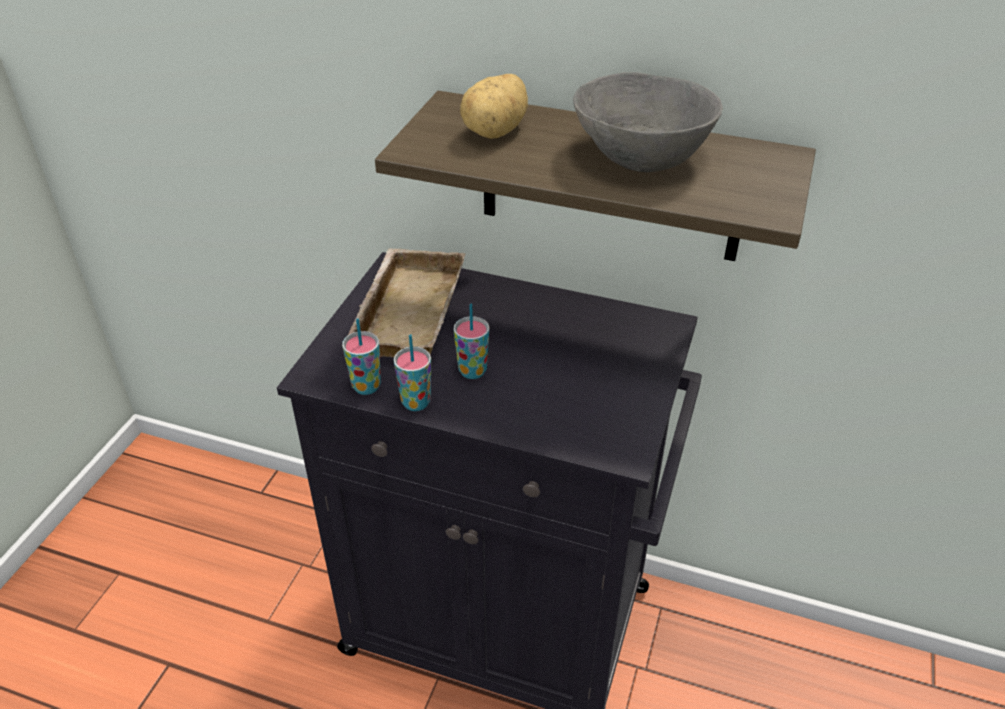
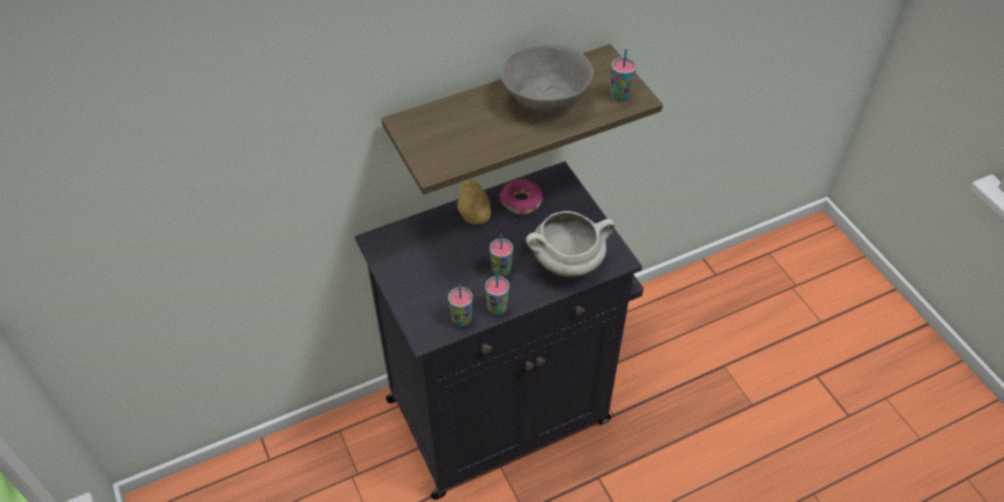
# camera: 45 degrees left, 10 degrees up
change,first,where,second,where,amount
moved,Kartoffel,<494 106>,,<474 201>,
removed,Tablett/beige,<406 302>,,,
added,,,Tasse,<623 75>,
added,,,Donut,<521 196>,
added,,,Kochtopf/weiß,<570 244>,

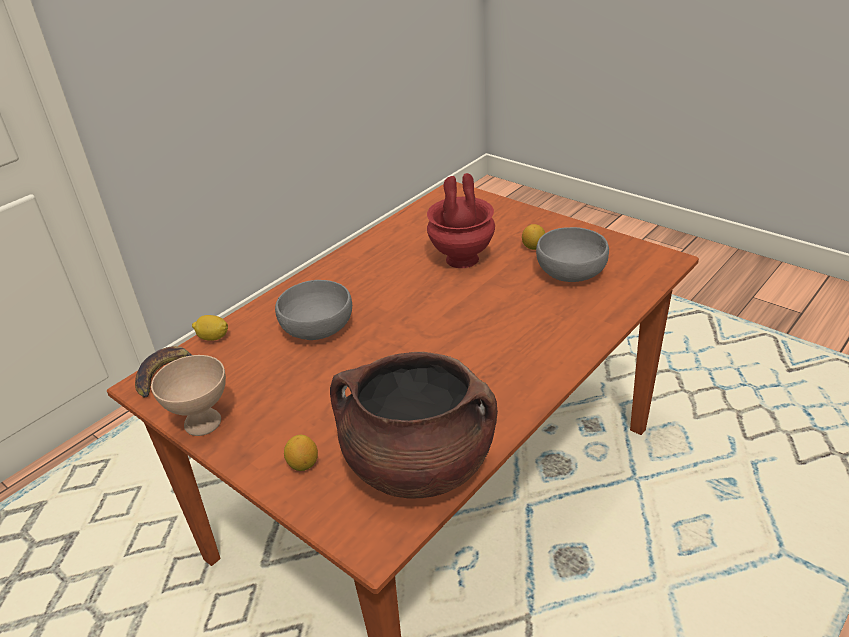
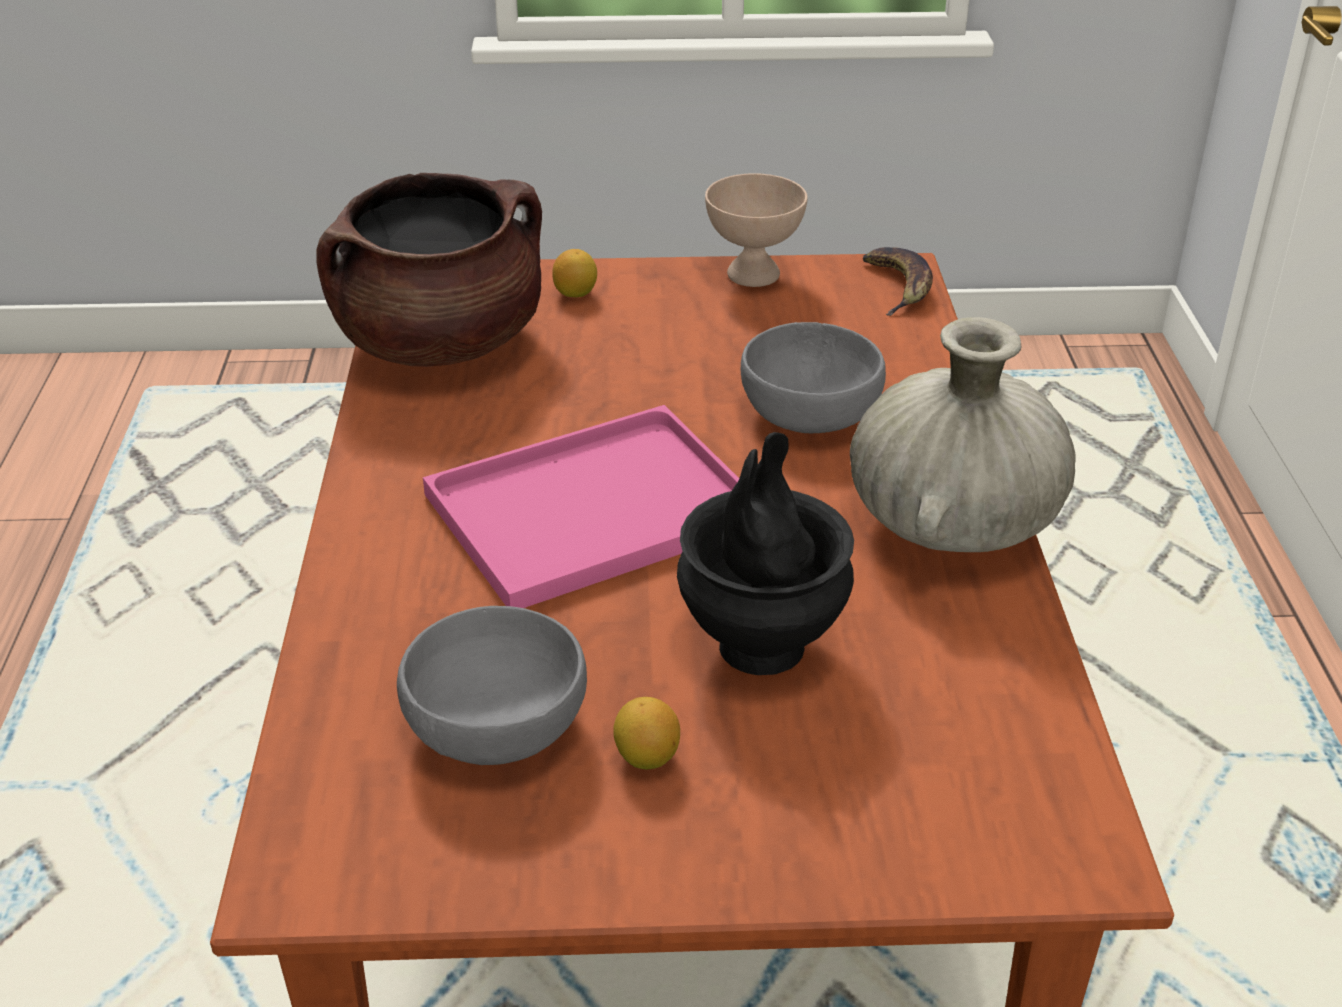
# camera: 135 degrees right, 0 degrees up
change,first,where,second,where,amount
recoloured,Vase/rot,<461 220>,Vase/schwarz,<765 553>,
removed,Zitrone,<210 328>,,,
added,,,Vase/beige,<963 434>,
added,,,Tablett/rosa,<581 506>,

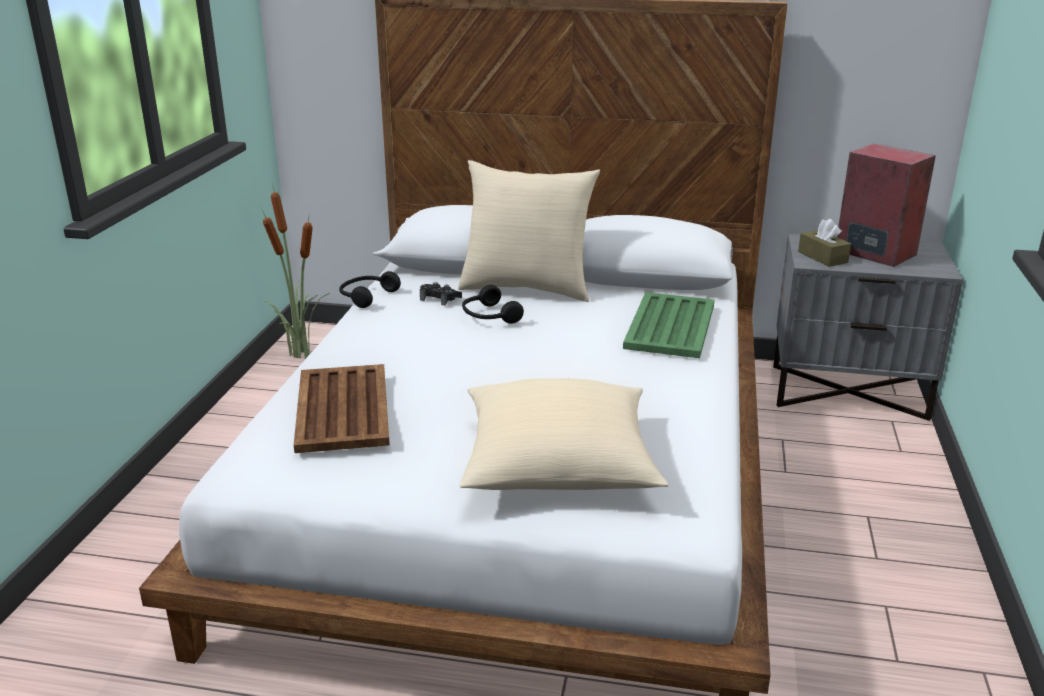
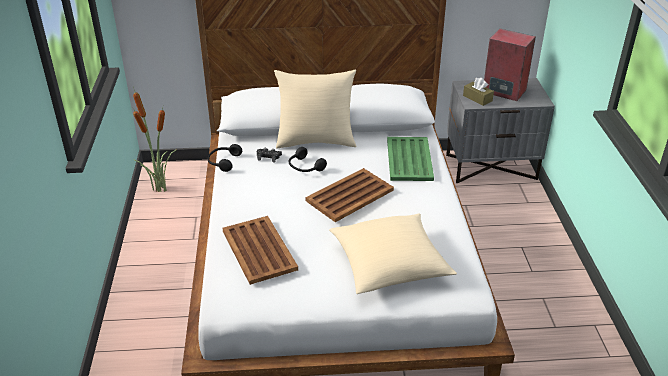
# camera: 15 degrees left, 10 degrees up
change,first,where,second,where,amount
added,,,Tablett/braun,<349 195>,

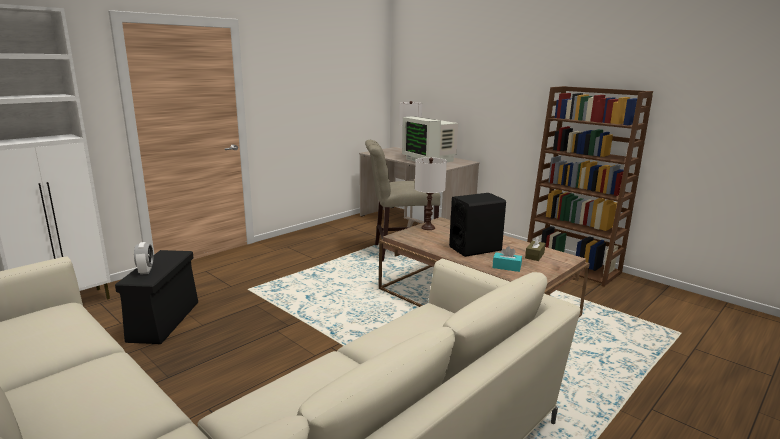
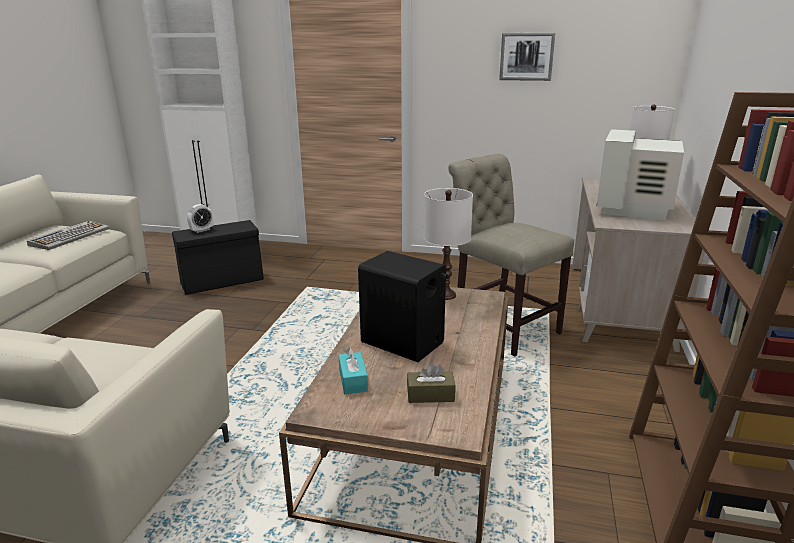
# camera: 60 degrees right, 5 degrees up
change,first,where,second,where,amount
added,,,Bild,<527 57>,
added,,,Tastatur,<68 235>,

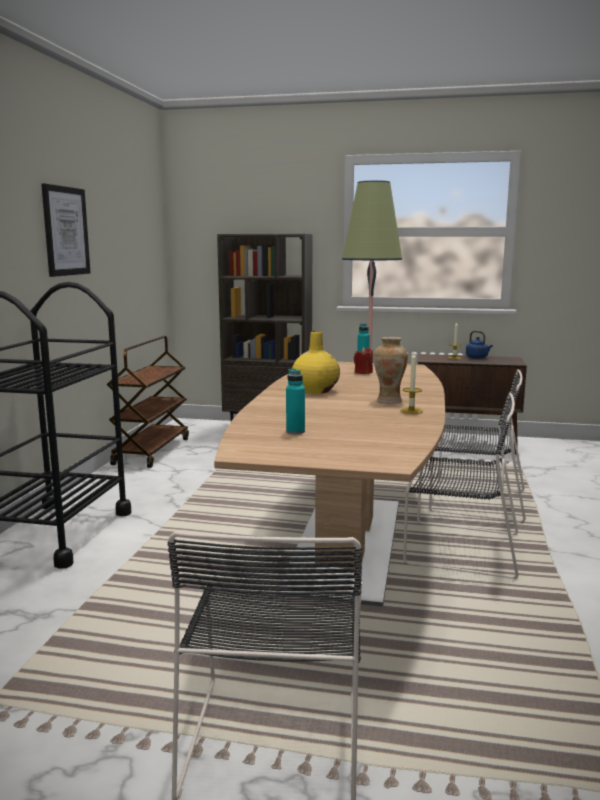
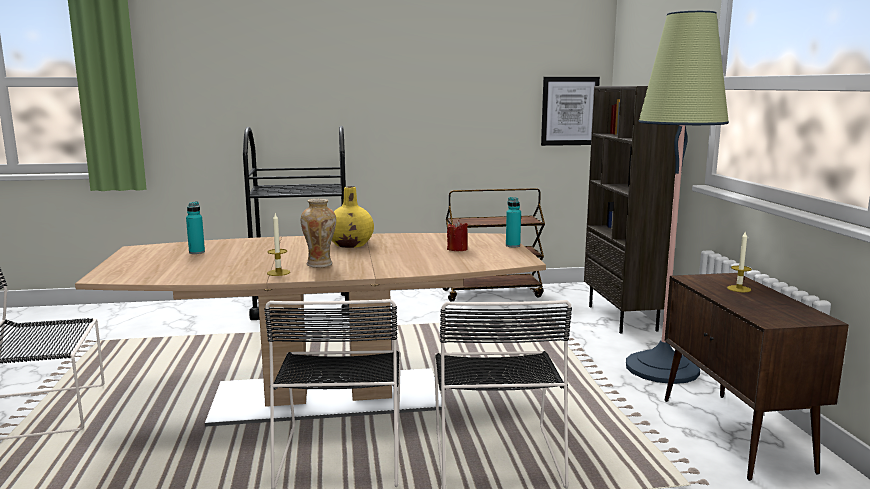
# camera: 70 degrees right, 0 degrees up
change,first,where,second,where,amount
moved,Bild,<66 230>,,<570 111>,
removed,Wasserkessel/blau,<479 345>,,,

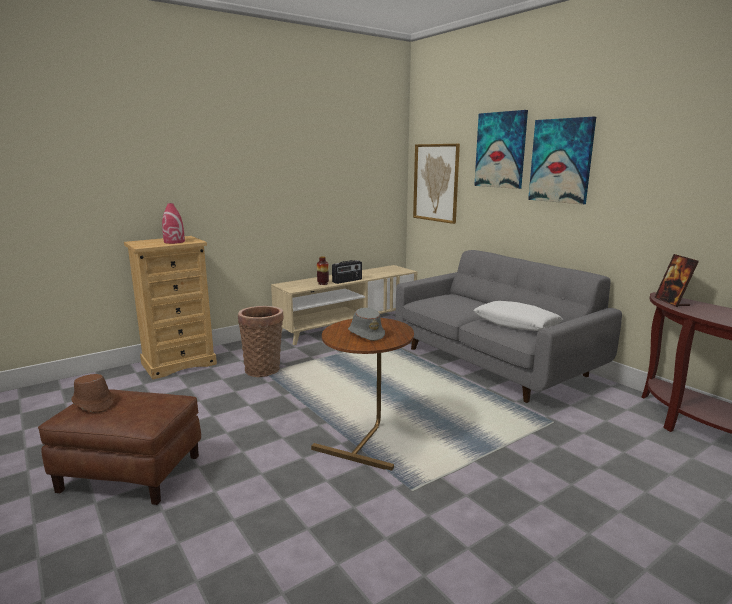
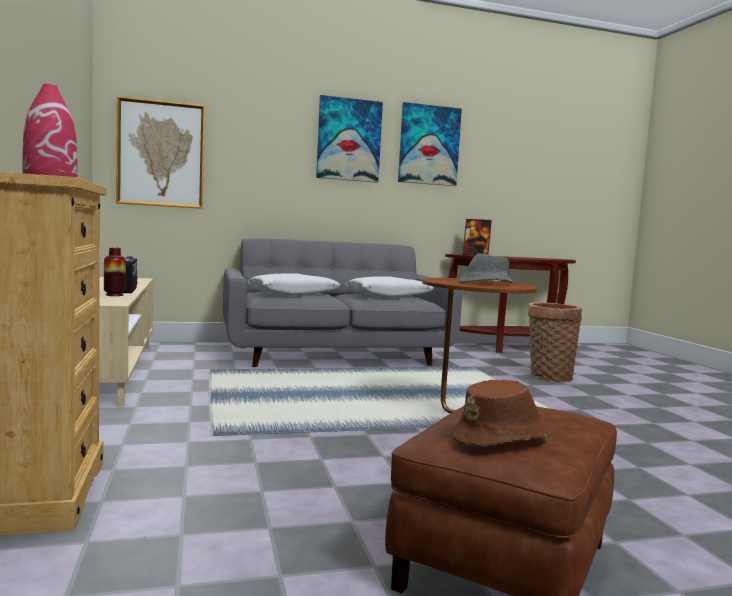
# camera: 70 degrees left, 10 degrees down
change,first,where,second,where,amount
moved,Bild,<501 149>,,<430 144>,
moved,Korb,<261 341>,,<555 342>,
added,,,Kissen/weiß,<294 284>,

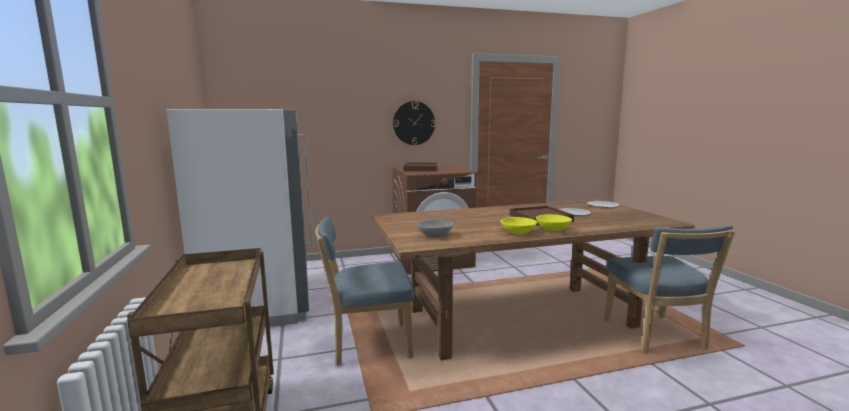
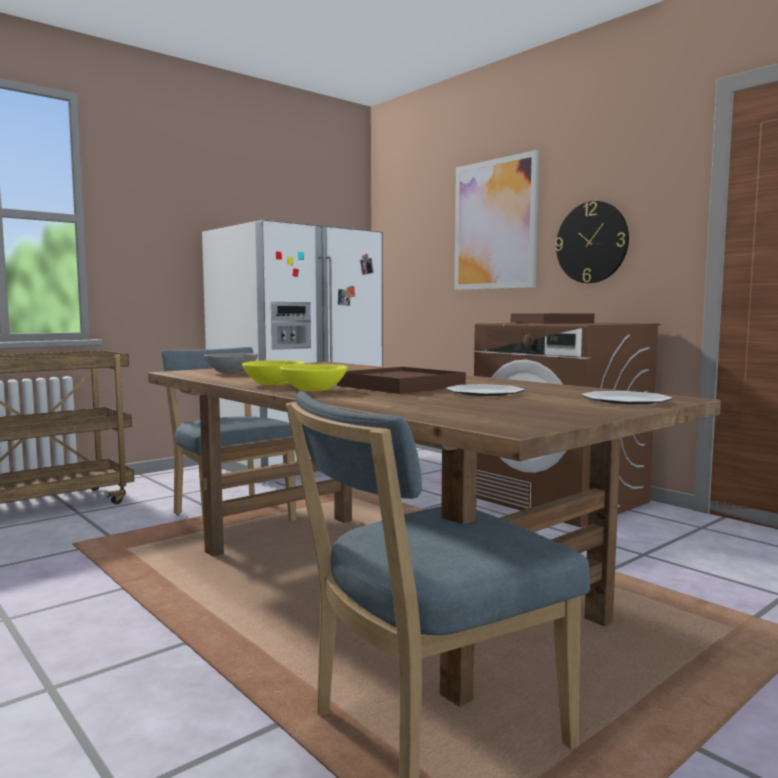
# camera: 65 degrees right, 5 degrees down
change,first,where,second,where,amount
added,,,Bild,<496 220>,

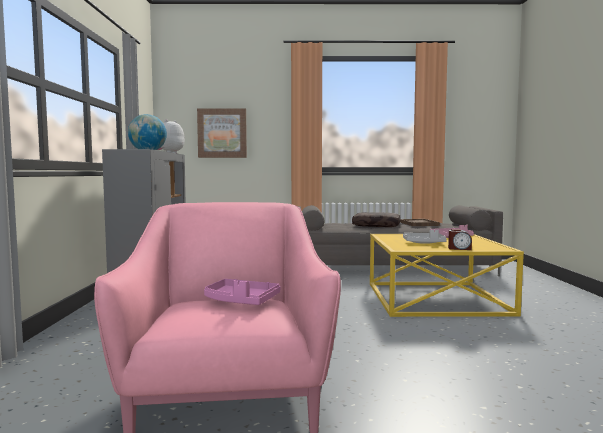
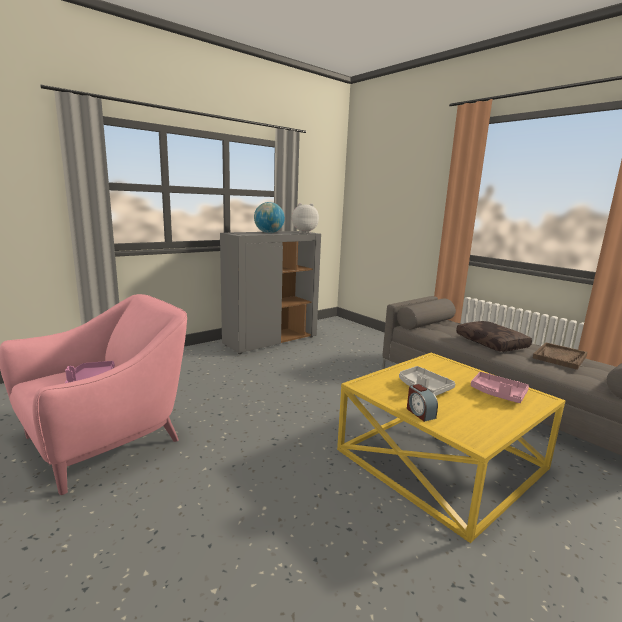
# camera: 50 degrees right, 10 degrees up
change,first,where,second,where,amount
removed,Bild,<222 133>,,,

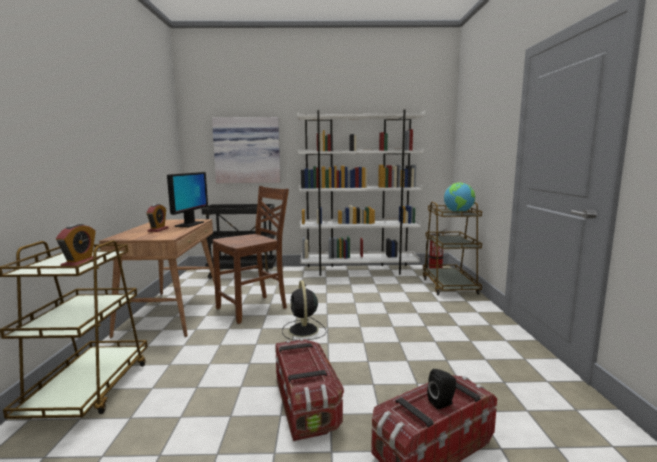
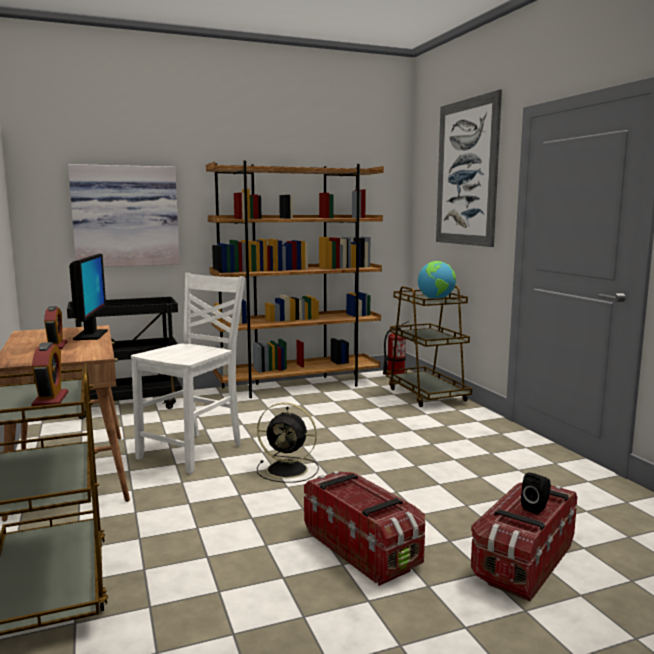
# camera: 20 degrees left, 0 degrees up
change,first,where,second,where,amount
recoloured,Bücherregal/weiß,<361 193>,Bücherregal/braun,<295 279>,
recoloured,Stuhl/braun,<250 255>,Stuhl/weiß,<188 373>,
turned,Ventilator/schwarz,<304 310>,,<288 443>,45 degrees counterclockwise
added,,,Bild,<469 168>,

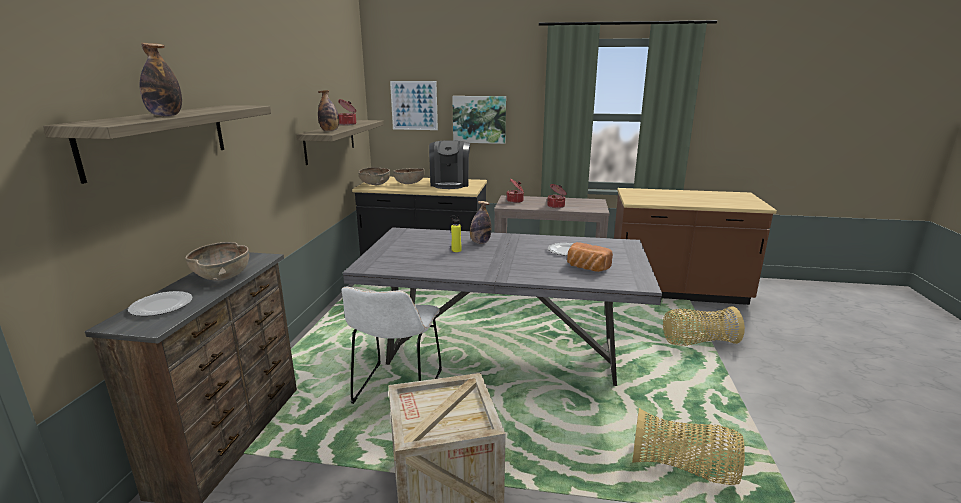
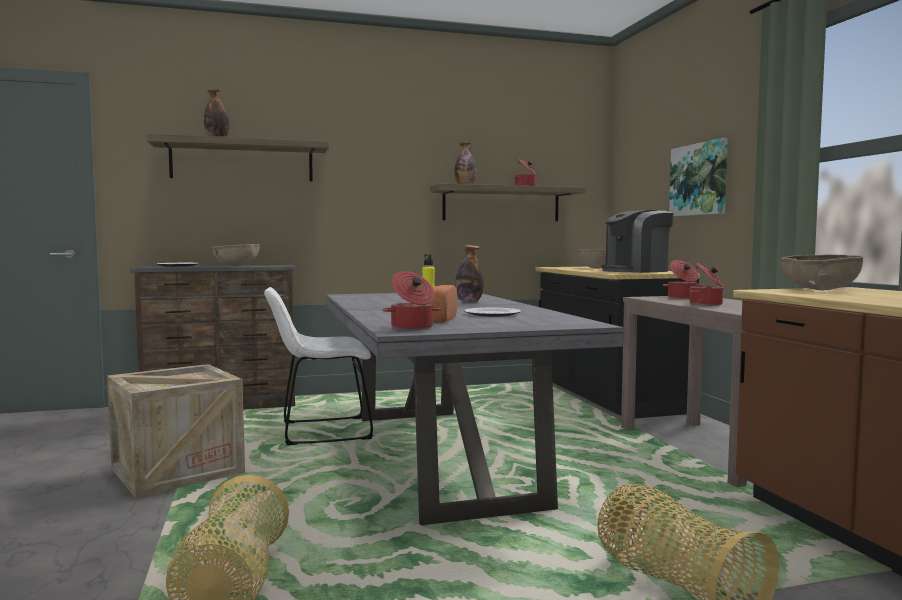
# camera: 65 degrees right, 15 degrees down
change,first,where,second,where,amount
removed,Bild,<414 105>,,,
moved,Schüssel/braun,<374 176>,,<822 272>,
added,,,Kochtopf,<412 300>,

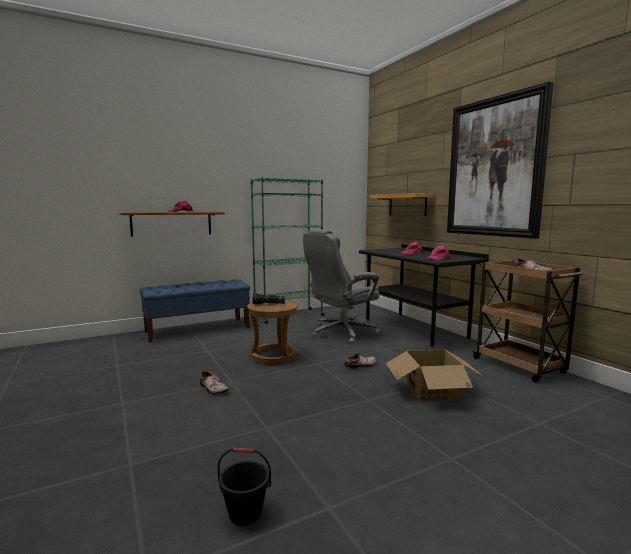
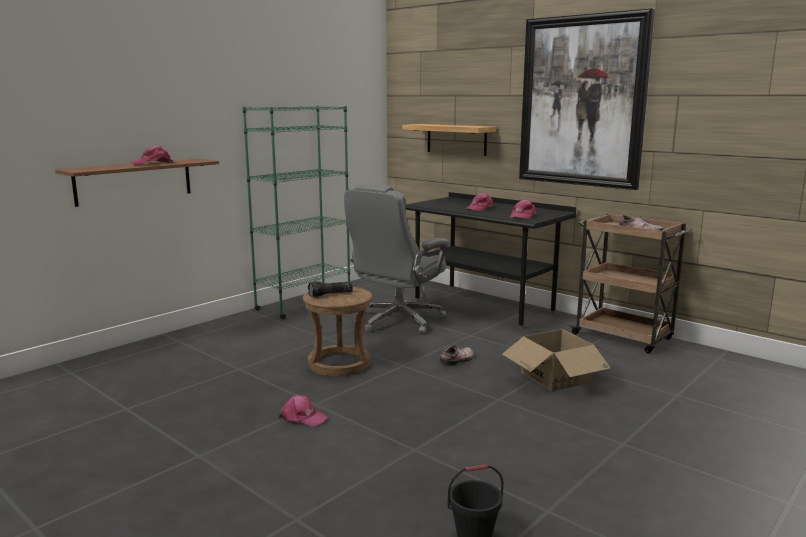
# camera: 20 degrees left, 5 degrees up
change,first,where,second,where,amount
removed,Bank/blau,<195 310>,,,
replaced,Schuh,<214 382>,Kappe/rosa,<303 411>,

